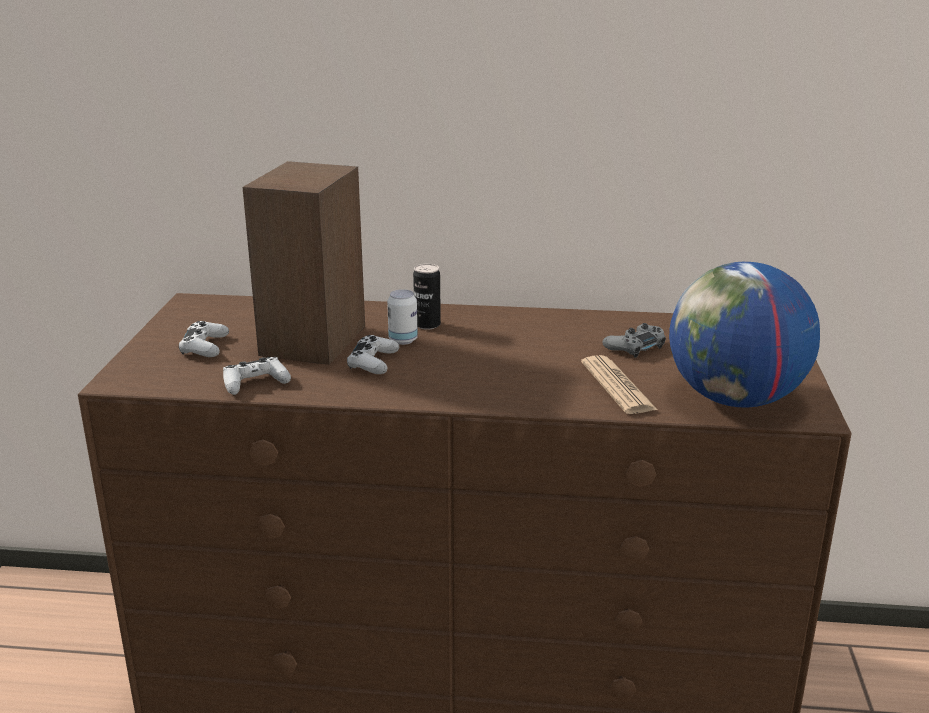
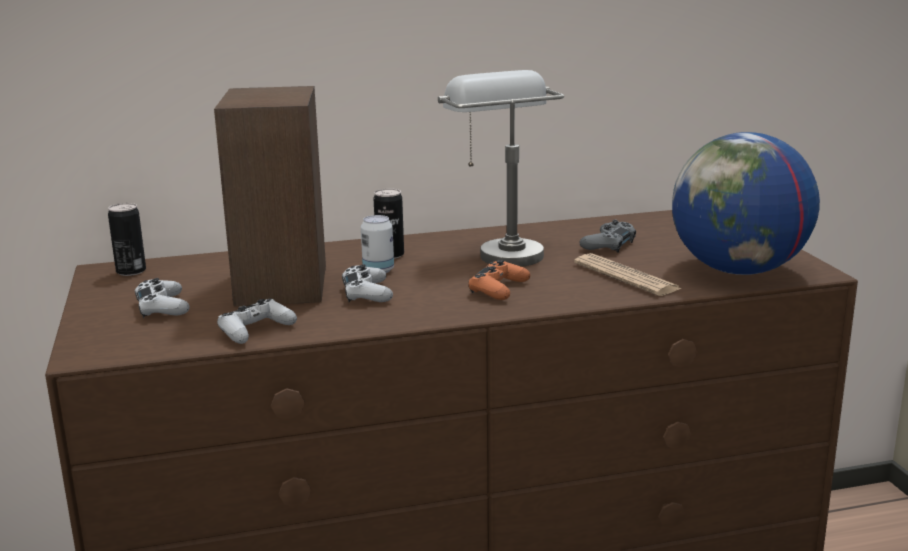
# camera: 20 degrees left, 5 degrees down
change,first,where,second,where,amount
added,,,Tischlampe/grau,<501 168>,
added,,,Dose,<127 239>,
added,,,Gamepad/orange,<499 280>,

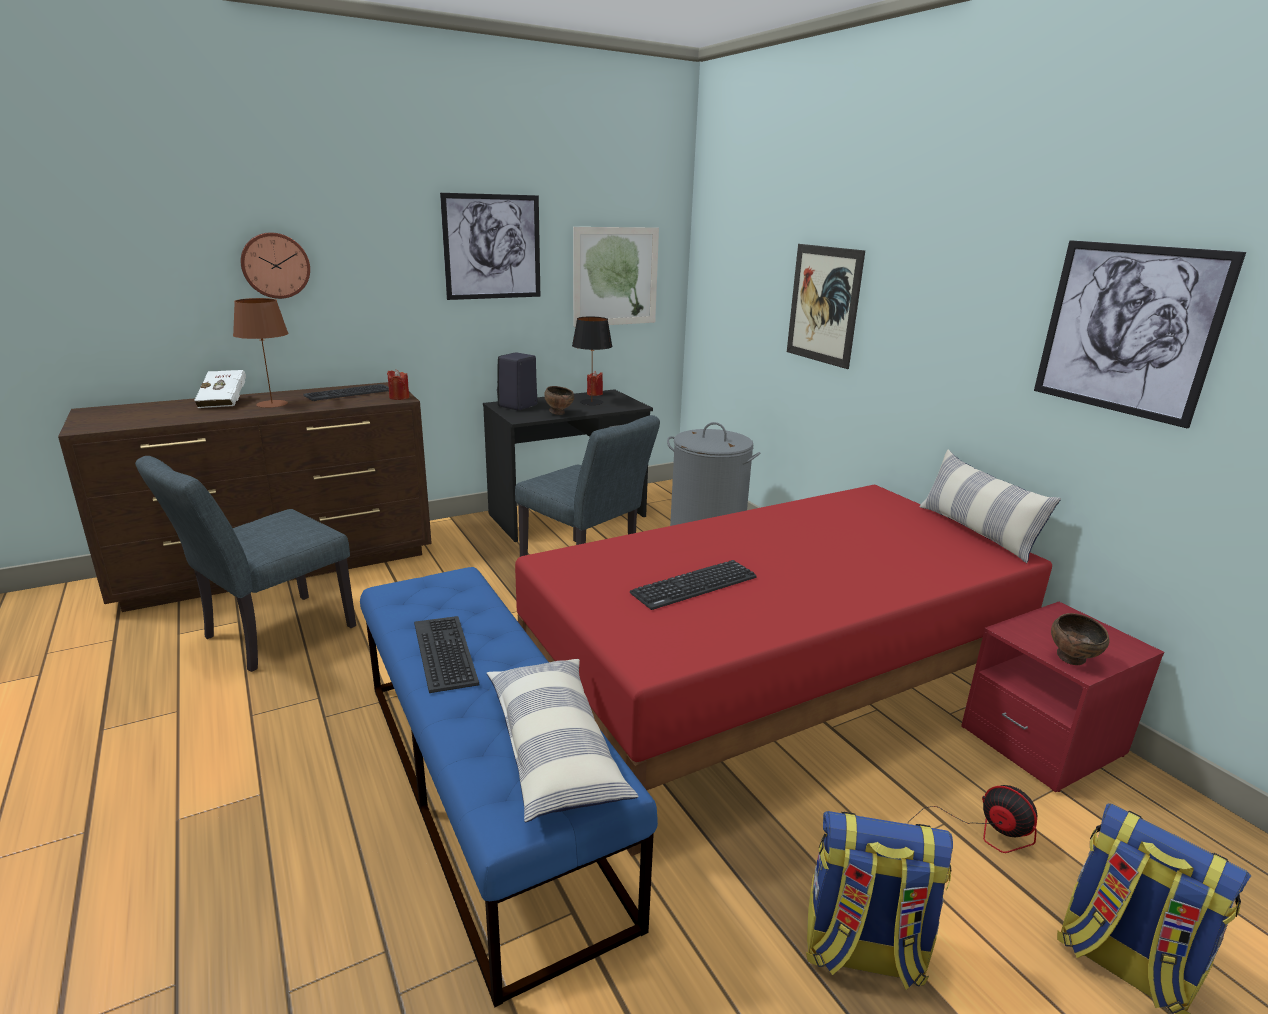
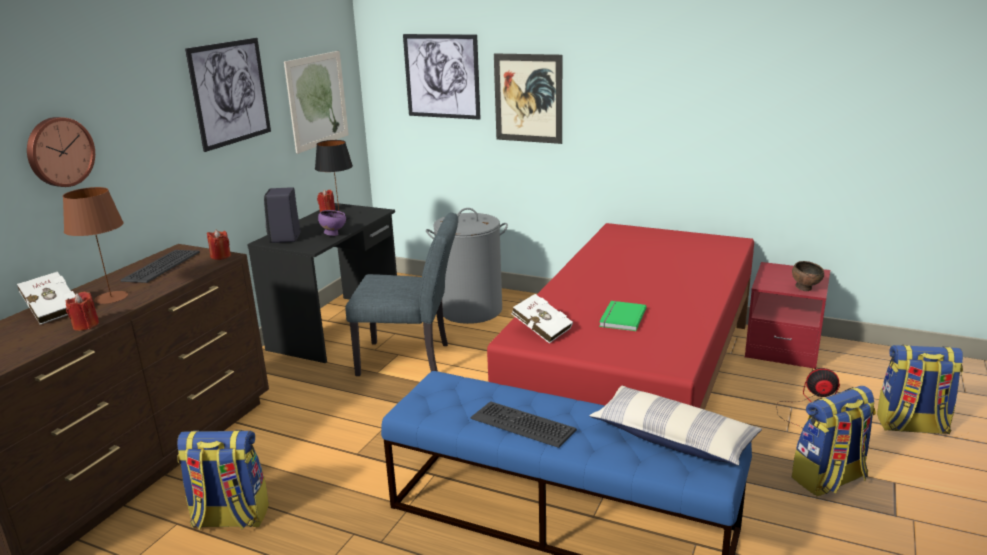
# camera: 35 degrees left, 0 degrees up
change,first,where,second,where,amount
moved,Bild,<1140 334>,,<442 77>,
recoloured,Schüssel/braun,<559 400>,Schüssel/lila,<332 223>,
removed,Kissen,<990 506>,,,
replaced,Stuhl/grau,<245 564>,Rucksack,<223 480>,
replaced,Tastatur,<693 585>,Buch/grün,<623 316>,
added,,,Kerze/rot,<82 311>,
added,,,Buch/weiß,<542 319>,

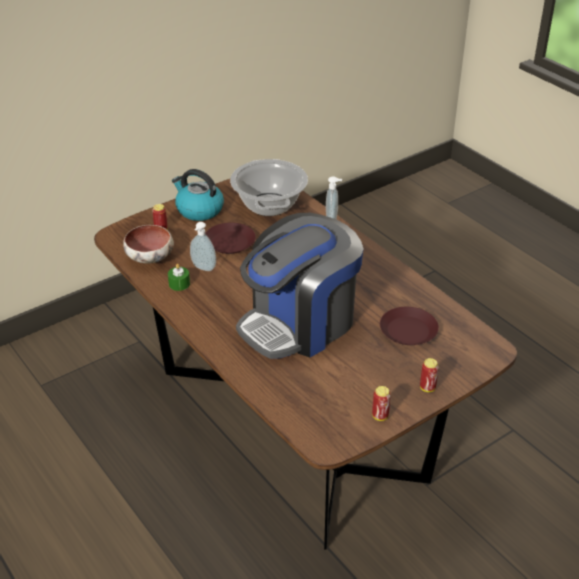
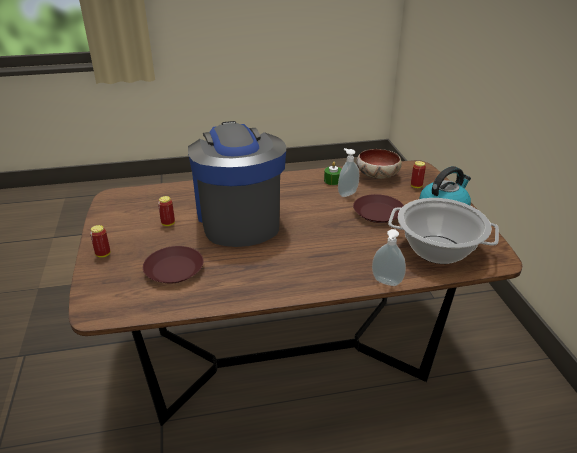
# camera: 115 degrees right, 5 degrees down
change,first,where,second,where,amount
moved,Dose,<381 403>,,<166 211>,

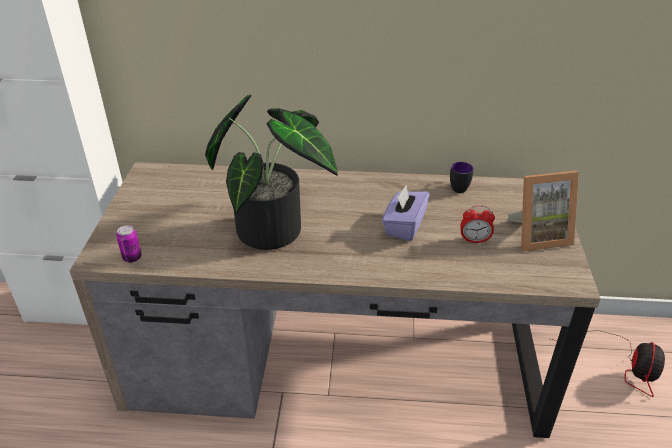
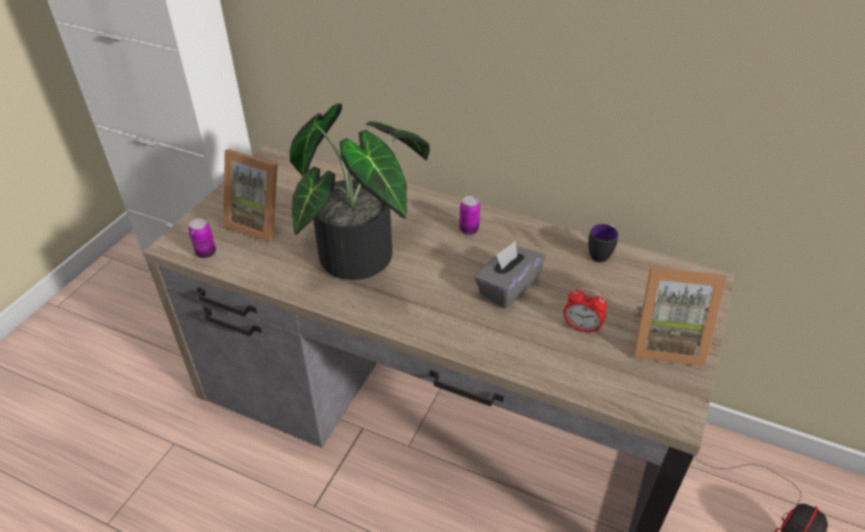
# camera: 20 degrees right, 5 degrees up
change,first,where,second,where,amount
recoloured,Taschentuchbox/lila,<405 213>,Taschentuchbox/grau,<509 274>,
added,,,Bilderrahmen,<250 196>,
added,,,Dose,<469 215>,

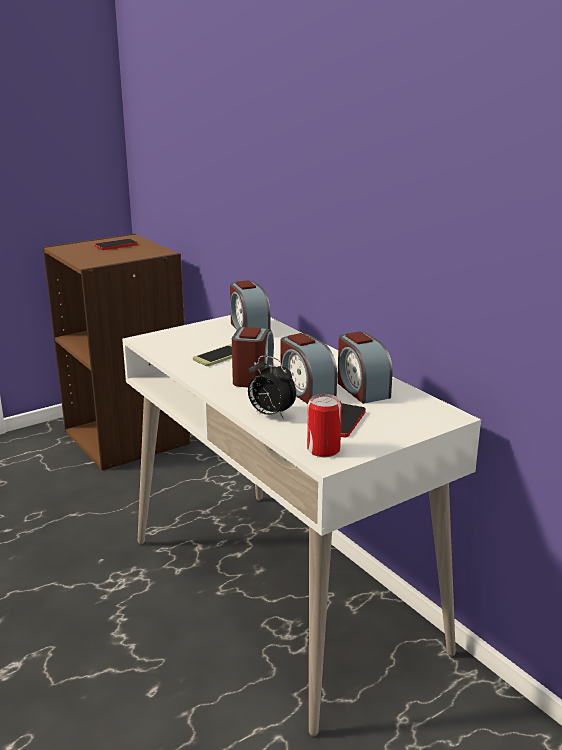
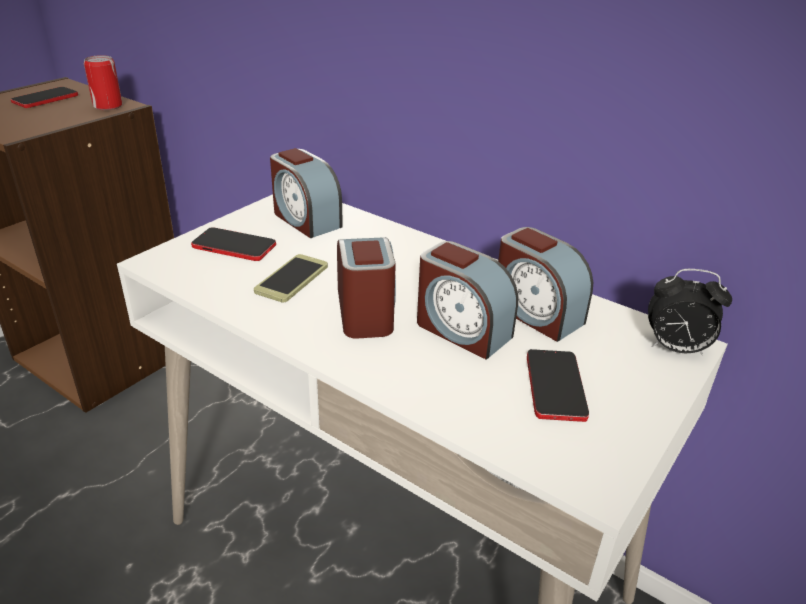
# camera: 20 degrees left, 10 degrees up
change,first,where,second,where,amount
moved,Wecker,<272 387>,,<690 312>,
moved,Dose,<324 425>,,<103 82>,
added,,,Handy,<233 244>,

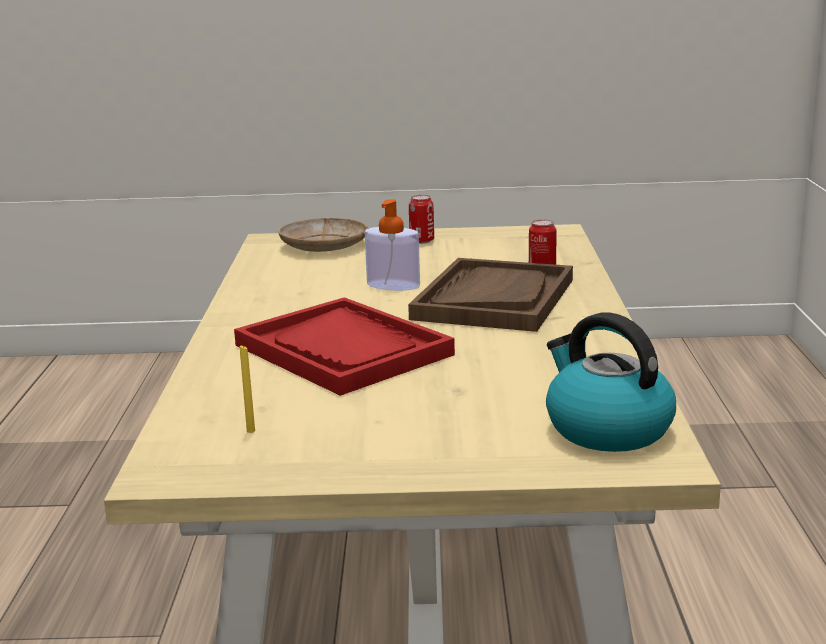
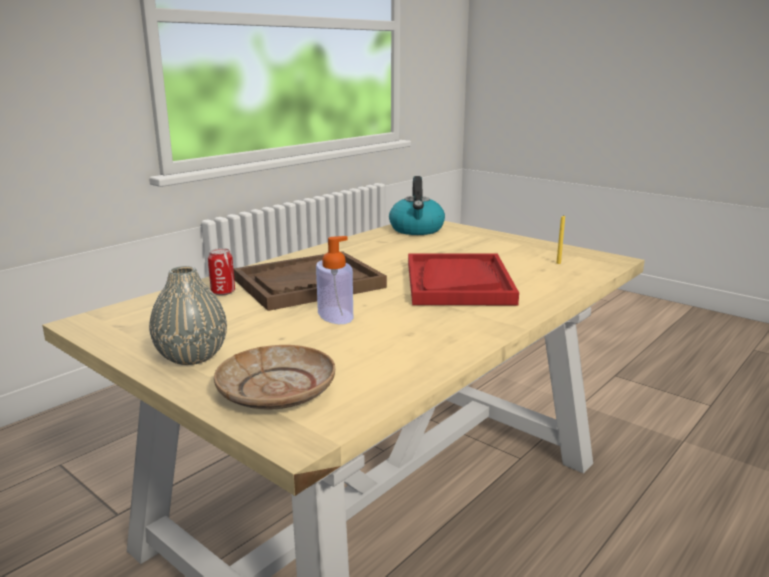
# camera: 140 degrees left, 0 degrees up
change,first,where,second,where,amount
replaced,Dose,<421 219>,Vase/grau,<188 315>,

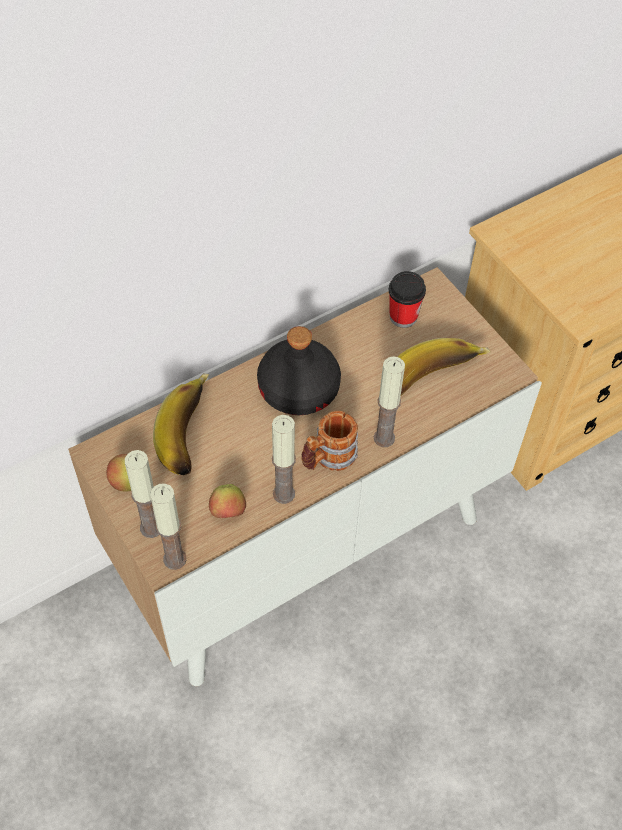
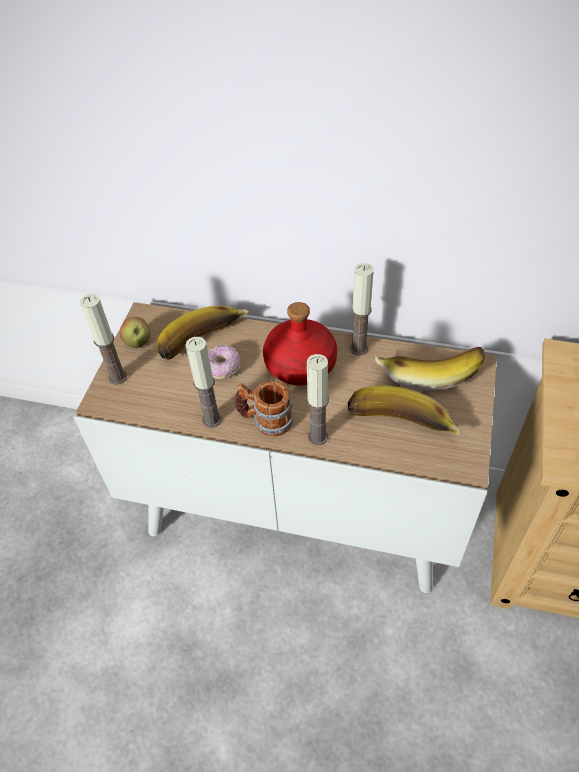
# camera: 50 degrees right, 5 degrees down
change,first,where,second,where,amount
replaced,Tasse,<407 299>,Banane,<430 369>,
recoloured,Flasche/schwarz,<299 370>,Flasche/rot,<300 344>,
moved,Kerze,<168 526>,,<361 309>,
removed,Apfel,<227 501>,,,
added,,,Donut,<224 361>,

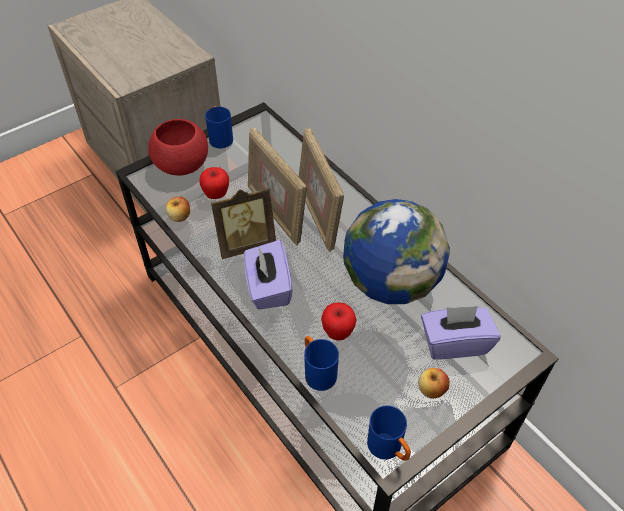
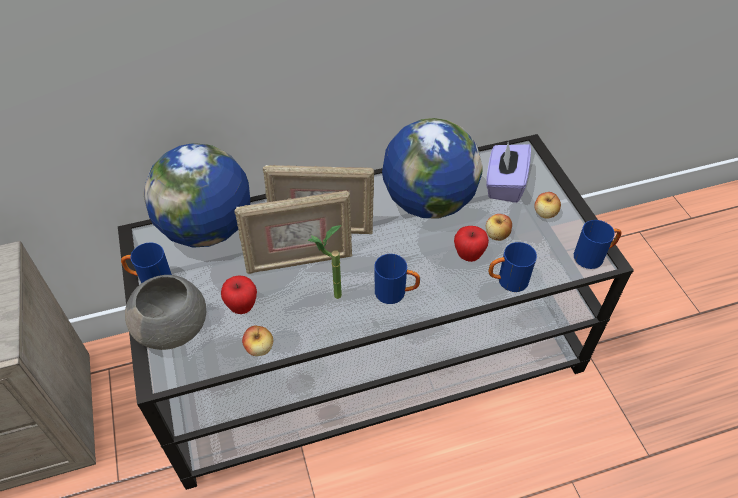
# camera: 70 degrees left, 0 degrees up
change,first,where,second,where,amount
recoloured,Schüssel/rot,<178 147>,Schüssel/grau,<165 312>,
replaced,Bilderrahmen,<243 223>,Topfpflanze,<325 262>,
replaced,Taschentuchbox/lila,<268 275>,Henkelbecher/blau,<397 279>,
added,,,Globus,<196 195>,
added,,,Apfel,<499 227>,

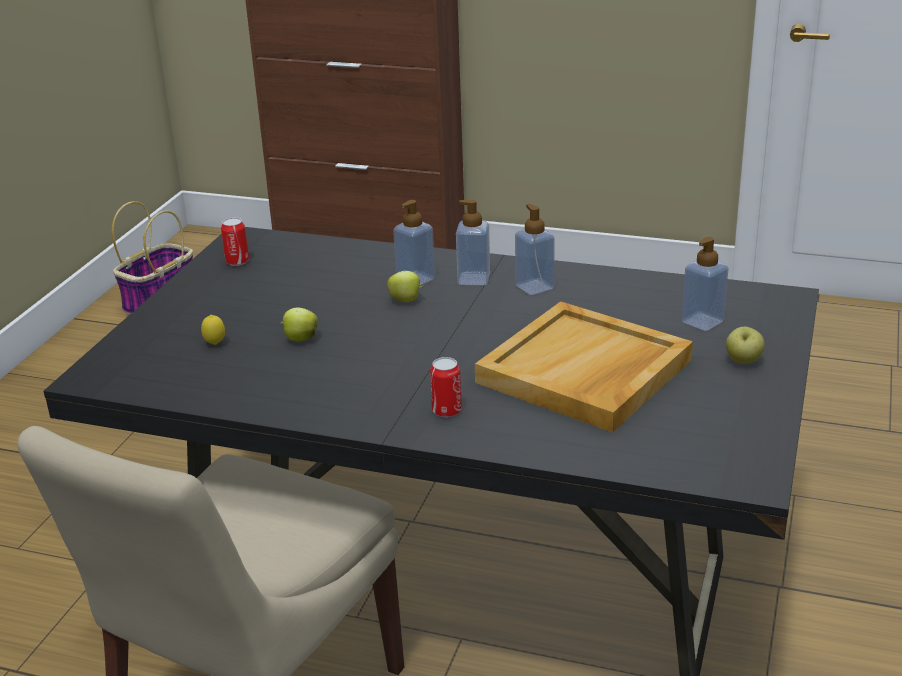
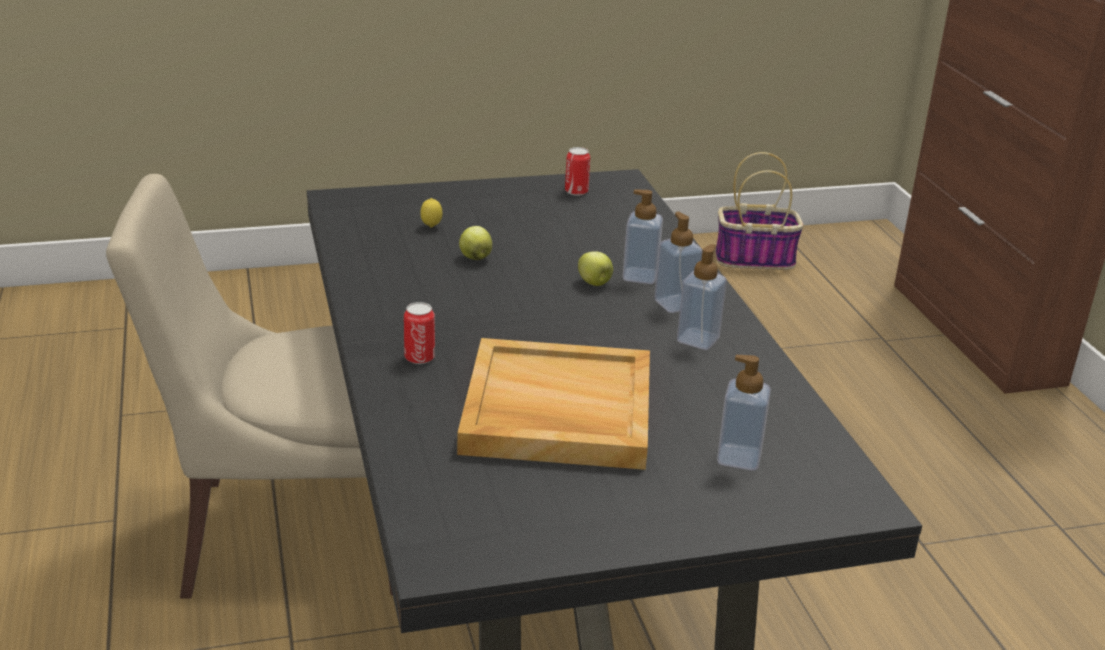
# camera: 55 degrees right, 0 degrees up
change,first,where,second,where,amount
removed,Apfel,<745 345>,,,

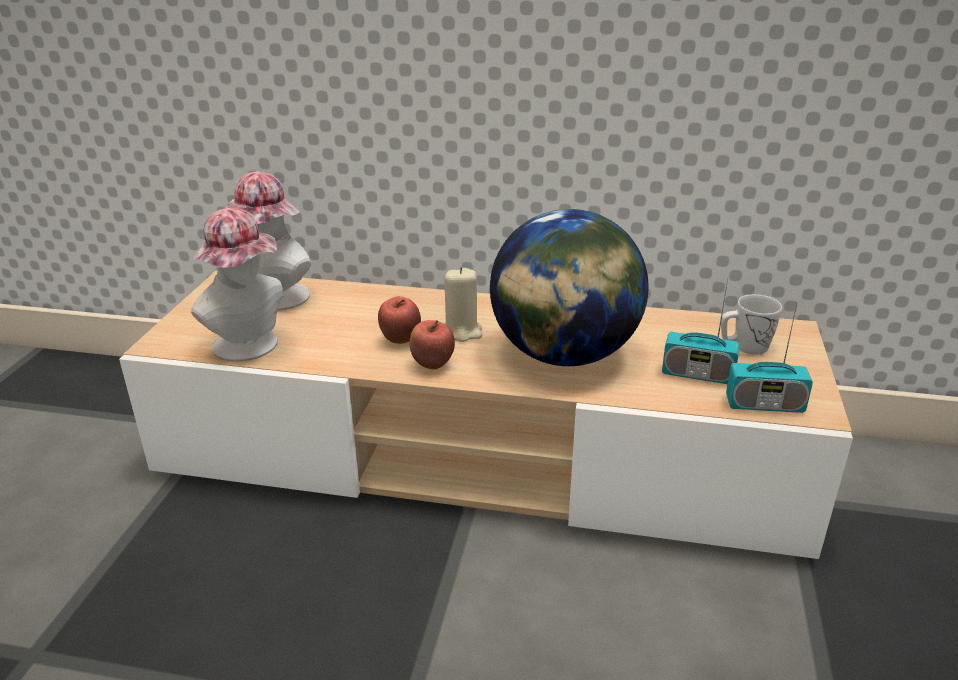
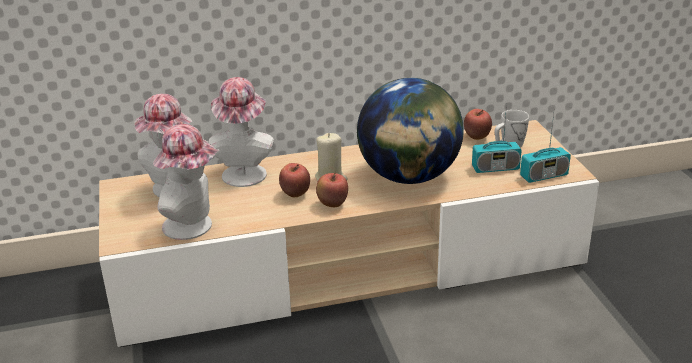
# camera: 25 degrees left, 0 degrees up
change,first,where,second,where,amount
added,,,Hut,<241 132>,
added,,,Apfel,<478 124>,

